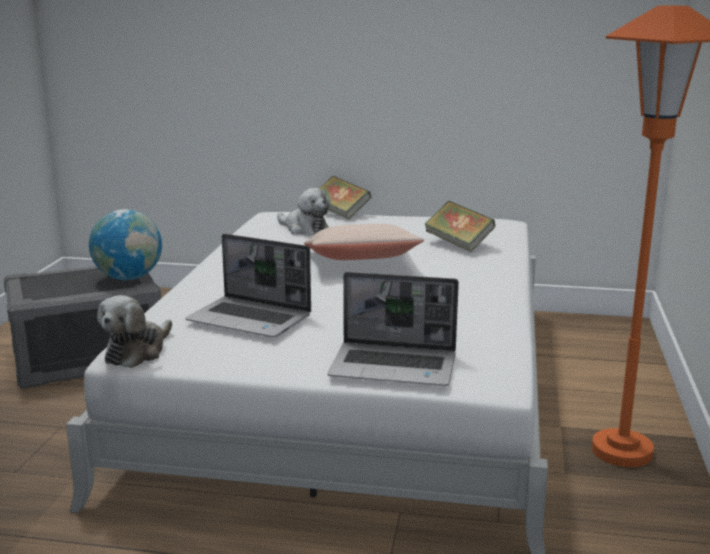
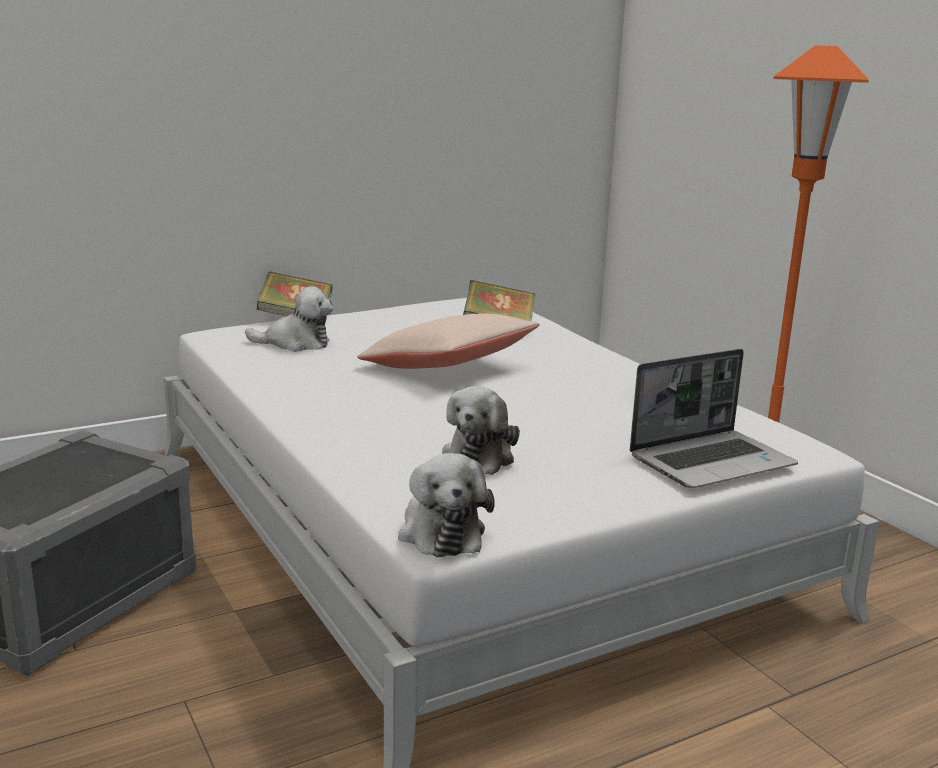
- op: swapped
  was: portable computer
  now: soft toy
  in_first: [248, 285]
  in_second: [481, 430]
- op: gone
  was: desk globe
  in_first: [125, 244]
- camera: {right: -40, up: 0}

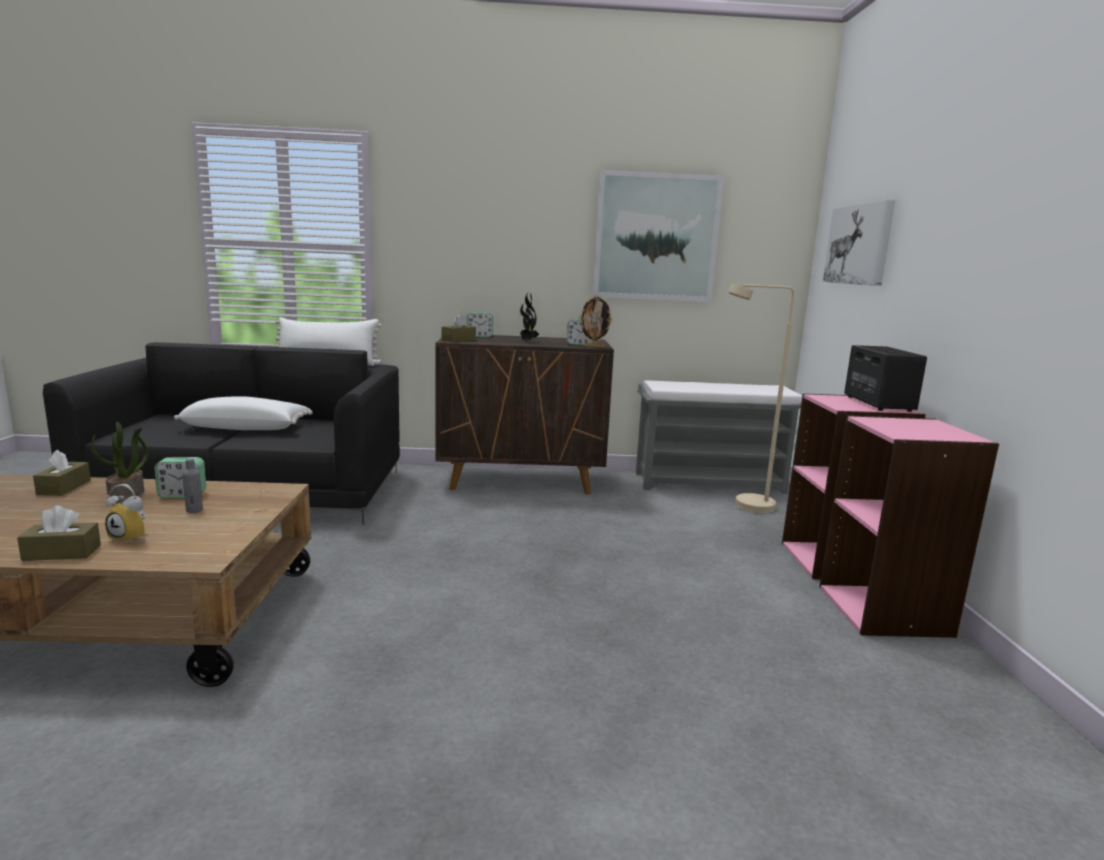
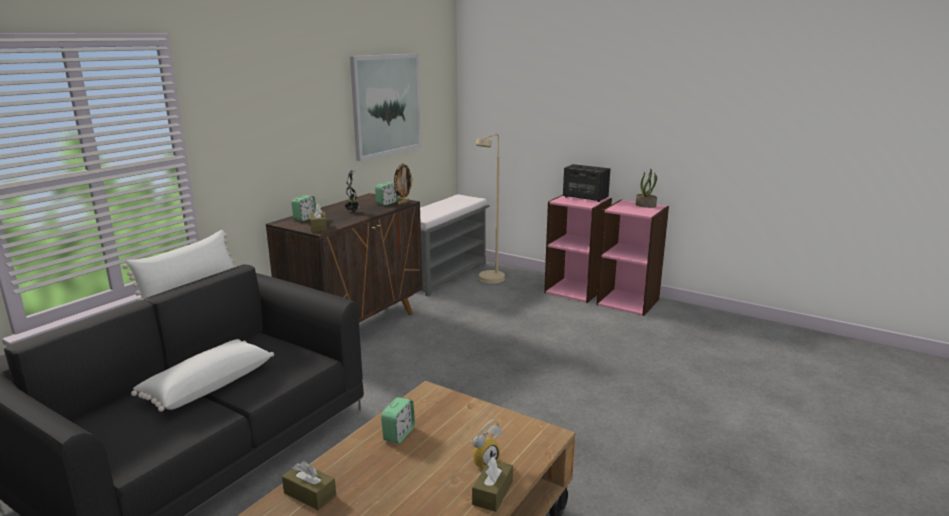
- op: shifted
  was: plant in a pot
  in_first: [119, 462]
  in_second: [646, 188]
- op: gone
  was: grey beverage bottle
  in_first: [192, 485]
- op: gone
  was: wall picture
  in_first: [859, 243]
- camera: {right: -55, up: 5}

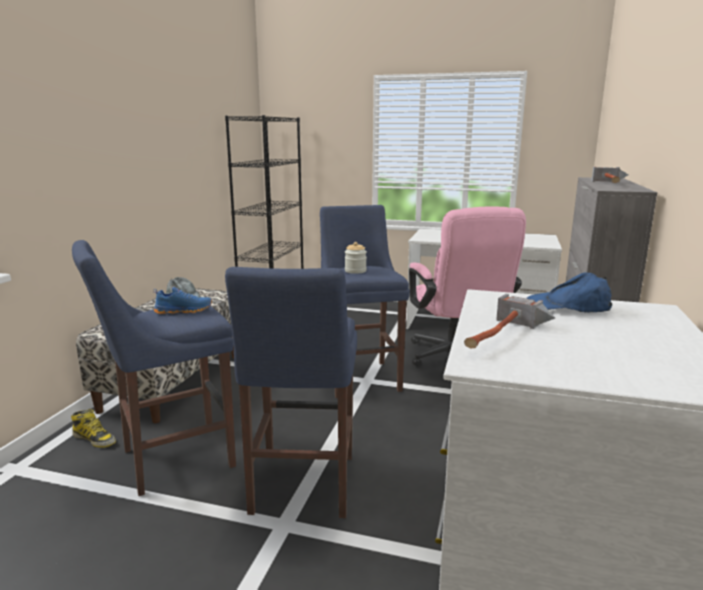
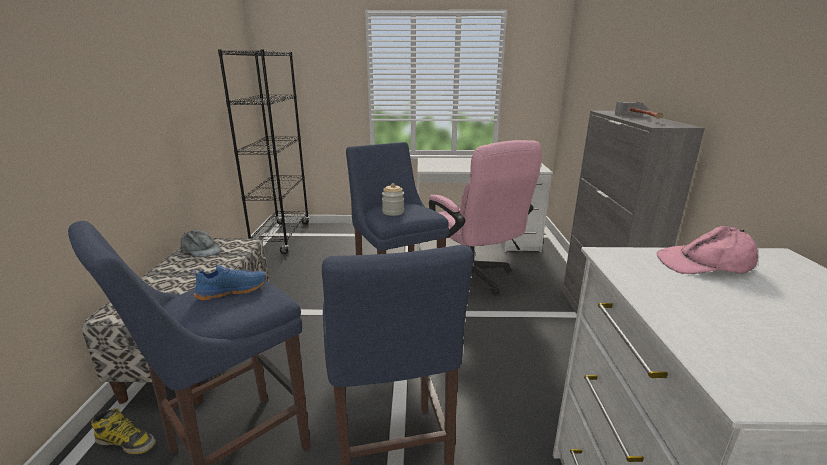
- op: repainted
  was: blue-coloured peaked cap
  now: pinkish peaked cap
  in_first: [569, 293]
  in_second: [707, 250]
- op: gone
  was: tool hammer
  in_first: [509, 321]
- camera: {right: -15, up: 5}

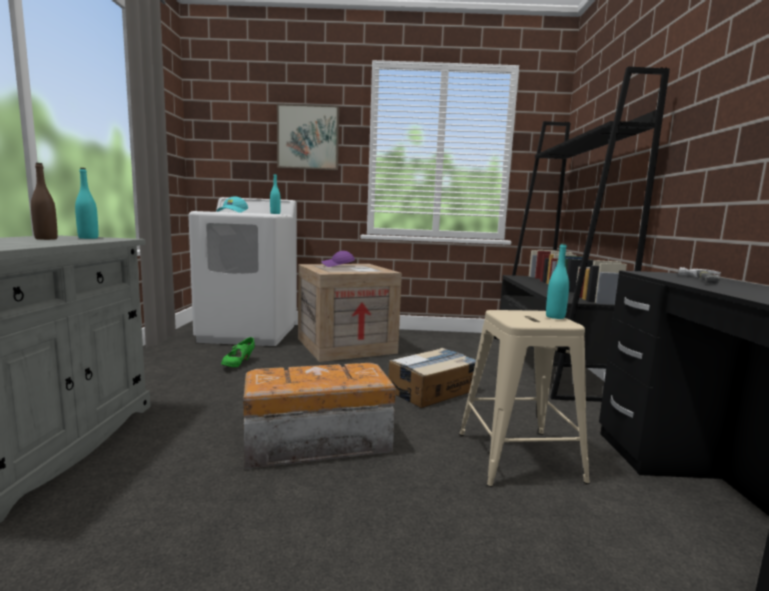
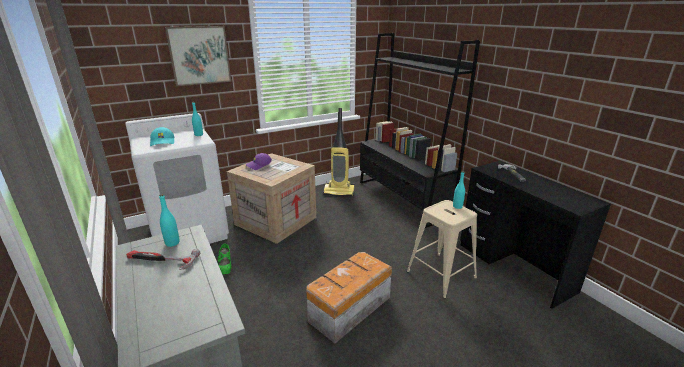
- op: swapped
  was: brown-coloured beverage bottle
  now: tool hammer
  in_first: [44, 201]
  in_second: [163, 259]
- op: new
  now: vacuum
  in_second: [338, 152]
- op: gone
  was: packing box
  in_first: [432, 378]
- camera: {right: -30, up: 15}

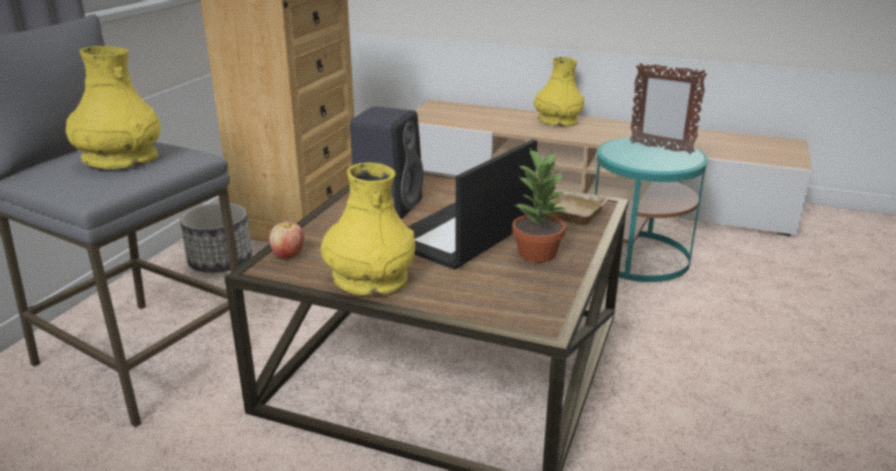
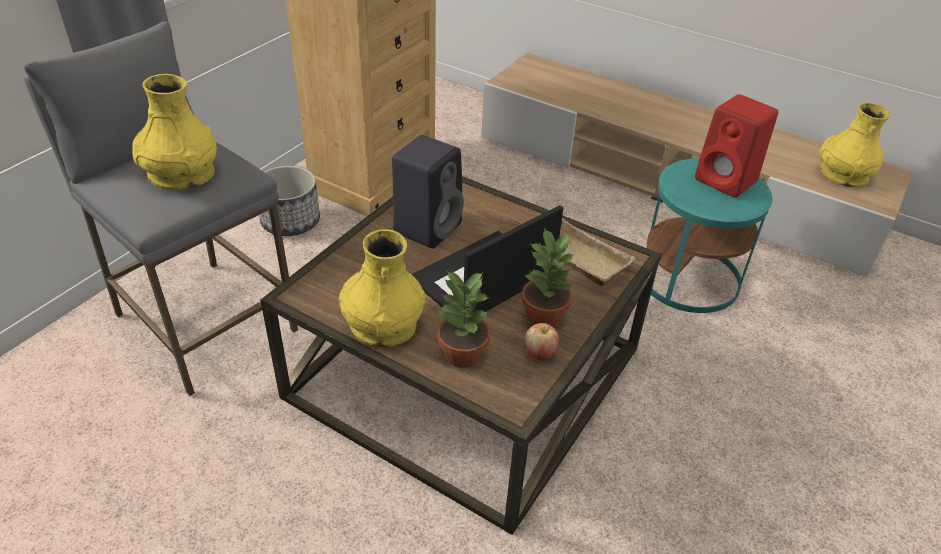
- op: new
  now: plant in a pot
  in_second: [463, 319]
- op: shifted
  was: apple fruit
  in_first: [286, 239]
  in_second: [542, 341]
- op: swapped
  was: picture frame
  now: red loudspeaker
  in_first: [668, 108]
  in_second: [736, 146]
- op: shifted
  was: yellowish decorative vase
  in_first: [559, 91]
  in_second: [854, 144]
- camera: {right: 10, up: 15}

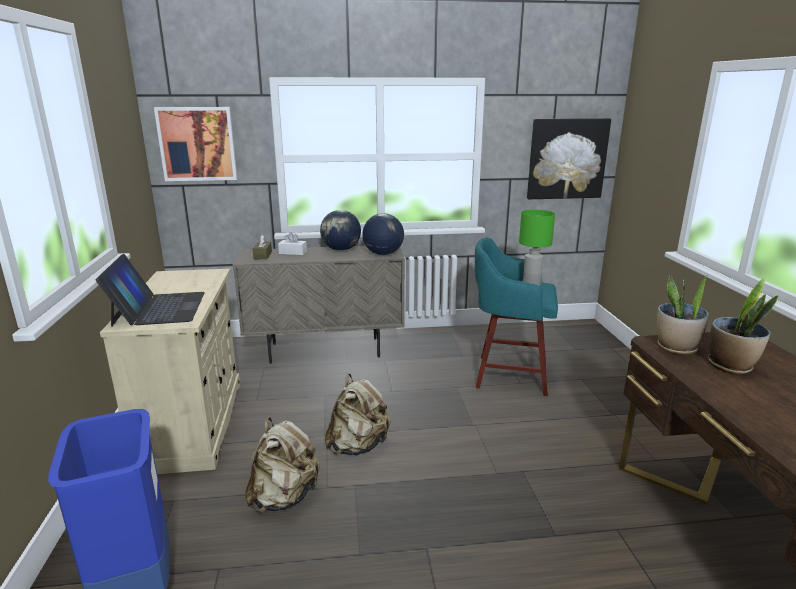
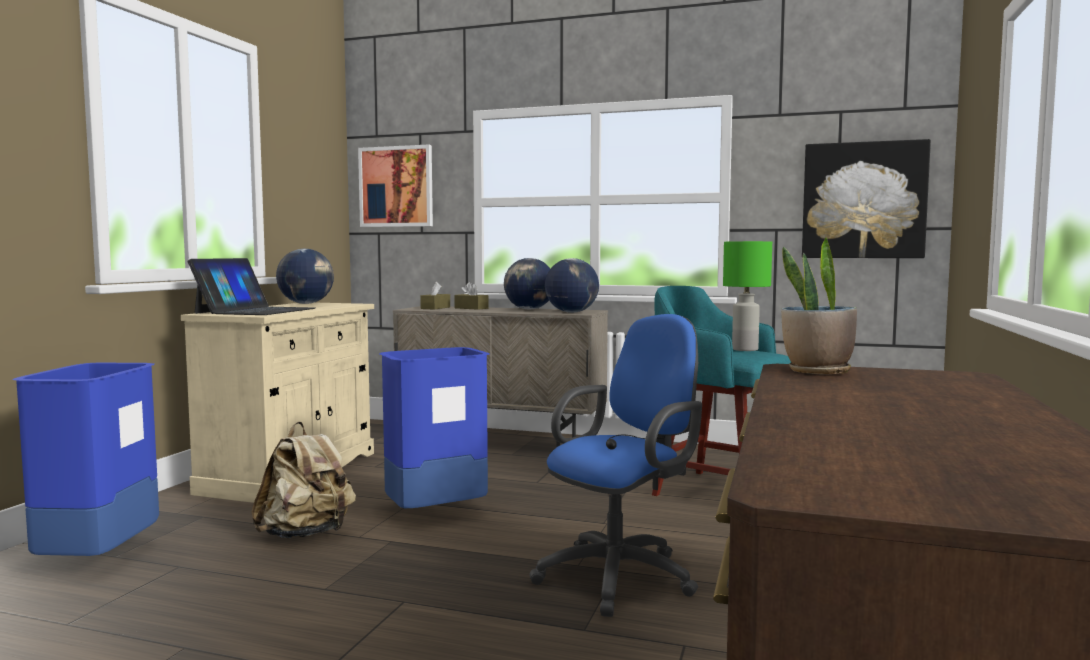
- op: new
  now: desk globe
  in_second: [305, 276]
- op: swapped
  was: beige rucksack
  now: blue-coloured trash can
  in_first: [357, 414]
  in_second: [434, 427]
- op: repainted
  was: white box of tissues
  now: brown-coloured box of tissues
  in_first: [292, 243]
  in_second: [471, 296]
- op: new
  now: blue-coloured computer chair
  in_second: [615, 465]
- op: gone
  was: plant in a pot
  in_first: [743, 326]
- camera: {right: 25, up: -15}

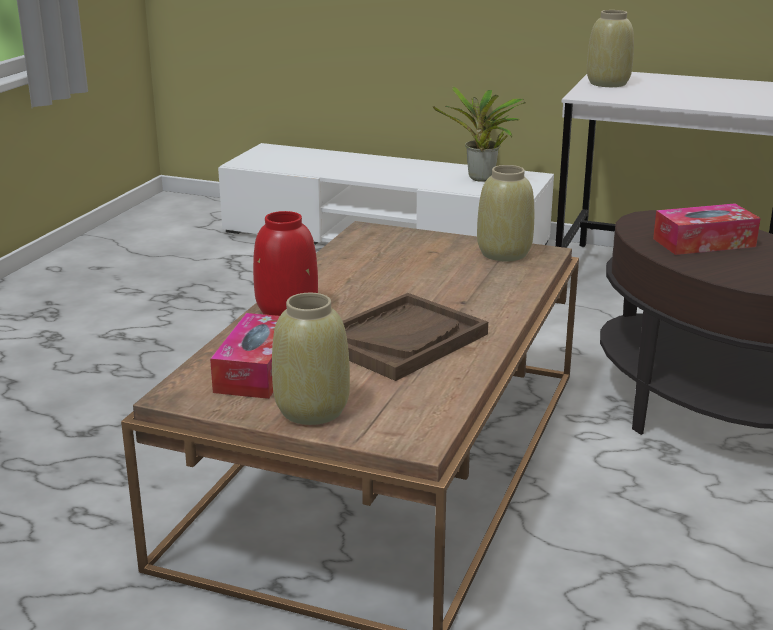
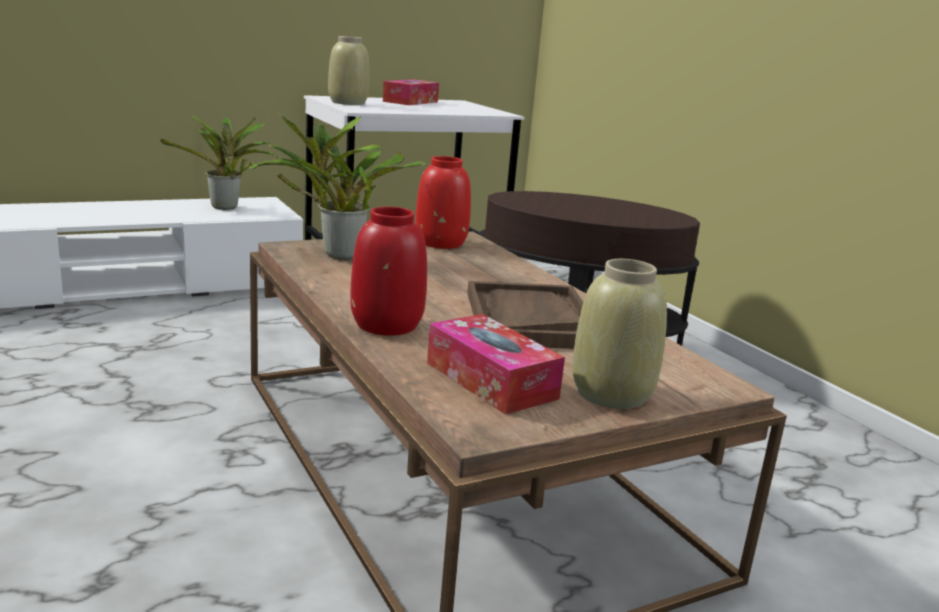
- op: new
  now: plant in a pot
  in_second: [336, 185]
- op: shifted
  was: box of tissues
  in_first: [706, 229]
  in_second: [411, 92]
- op: repainted
  was: beige decorative vase
  now: red decorative vase
  in_first: [505, 213]
  in_second: [443, 202]
- camera: {right: -50, up: -5}

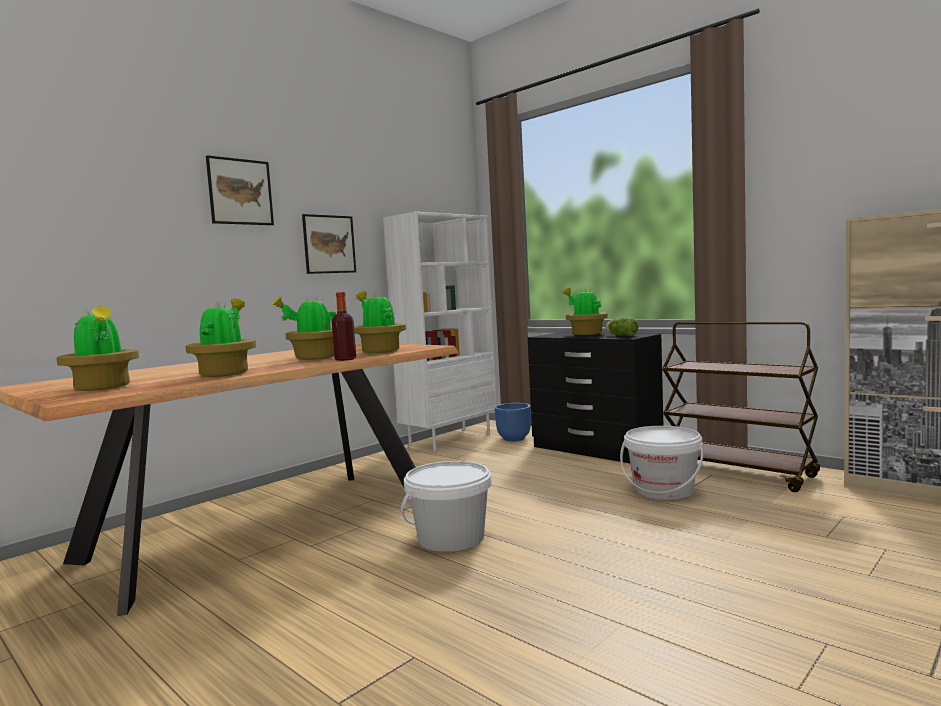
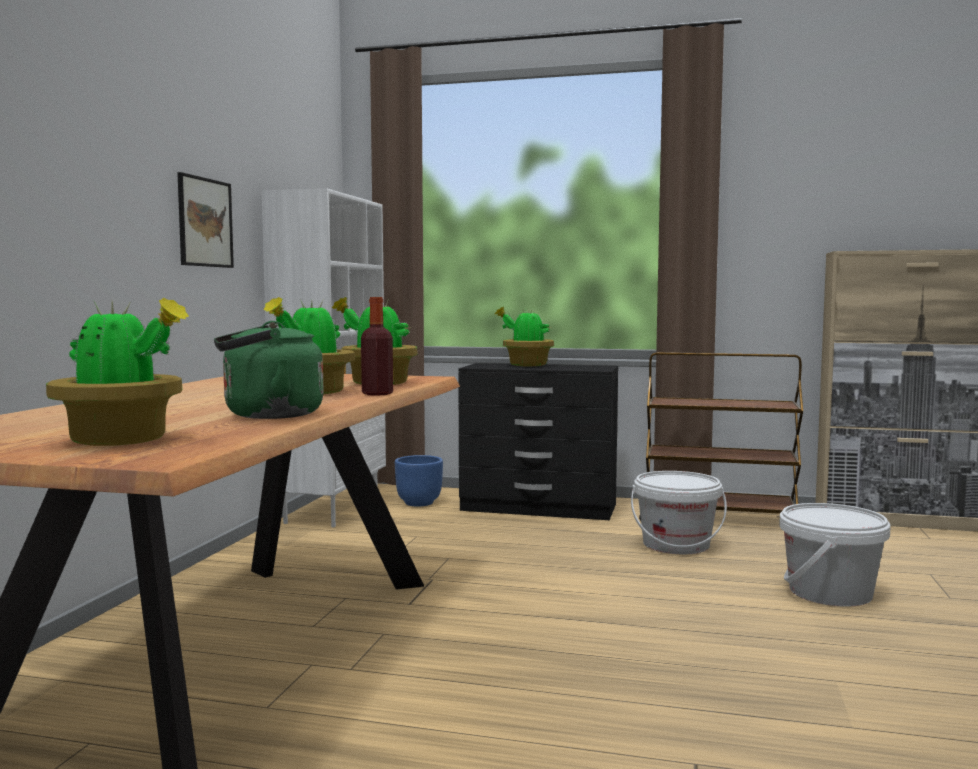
- op: swapped
  was: plant in a pot
  now: green kettle
  in_first: [221, 337]
  in_second: [269, 370]
- op: shifted
  was: white water bucket
  in_first: [446, 506]
  in_second: [835, 555]
- op: gone
  was: wall picture
  in_first: [240, 190]
- op: gone
  was: lettuce
  in_first: [622, 327]
- camera: {right: -30, up: 0}

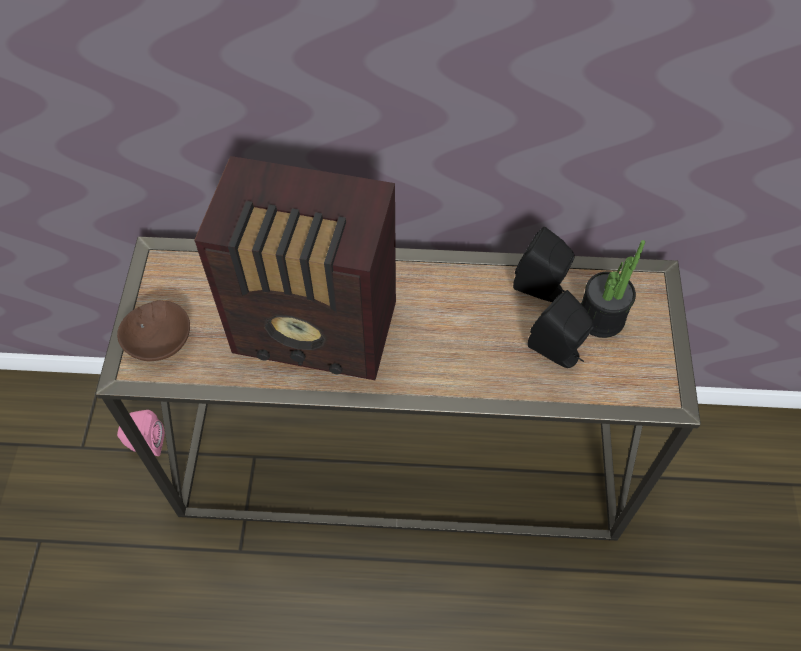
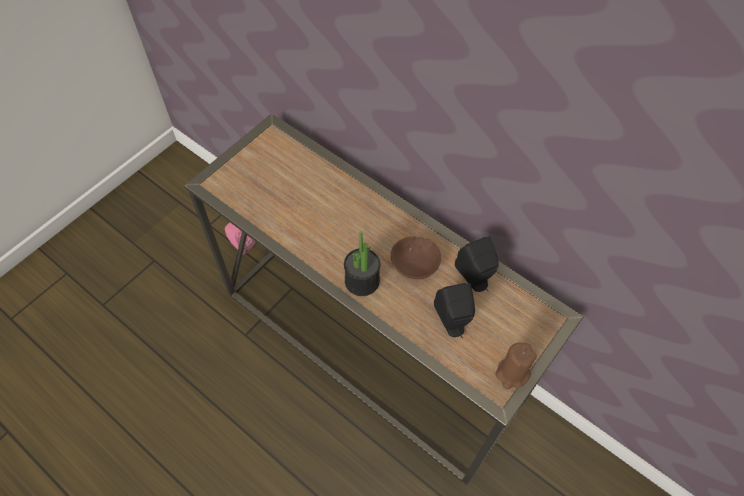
- op: shifted
  was: plant in a pot
  in_first: [613, 289]
  in_second: [362, 264]
- op: shifted
  was: brown-coloured serving bowl
  in_first: [153, 330]
  in_second: [416, 258]
- op: new
  now: brown-coloured wax candle
  in_second: [516, 365]
- op: gone
  was: radio receiver
  in_first: [295, 268]
- camera: {right: 35, up: 0}

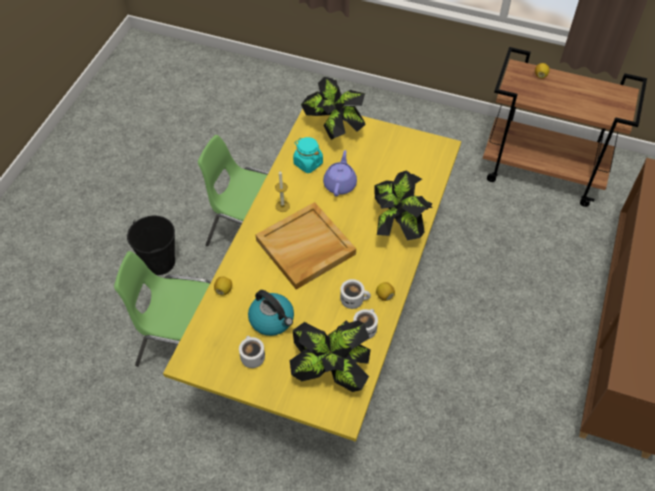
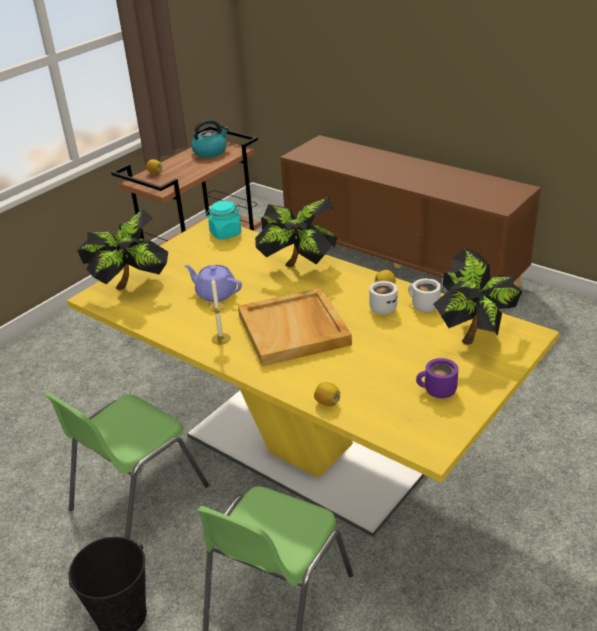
- op: shifted
  was: kettle
  in_first: [271, 313]
  in_second: [210, 138]
- op: shifted
  was: blue-green preserve jar
  in_first: [308, 155]
  in_second: [223, 220]
- op: repainted
  was: white tea mug
  now: purple-coloured tea mug
  in_first: [252, 352]
  in_second: [437, 378]
- camera: {right: -70, up: -20}

